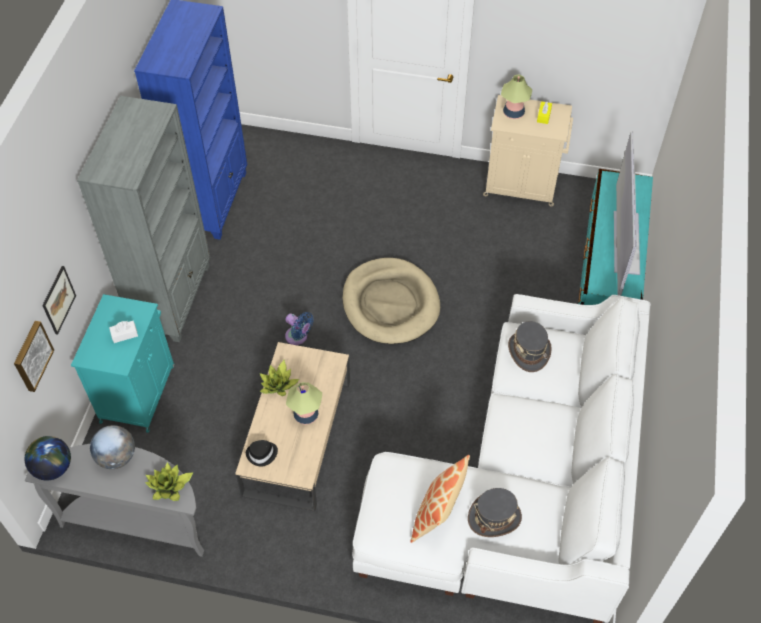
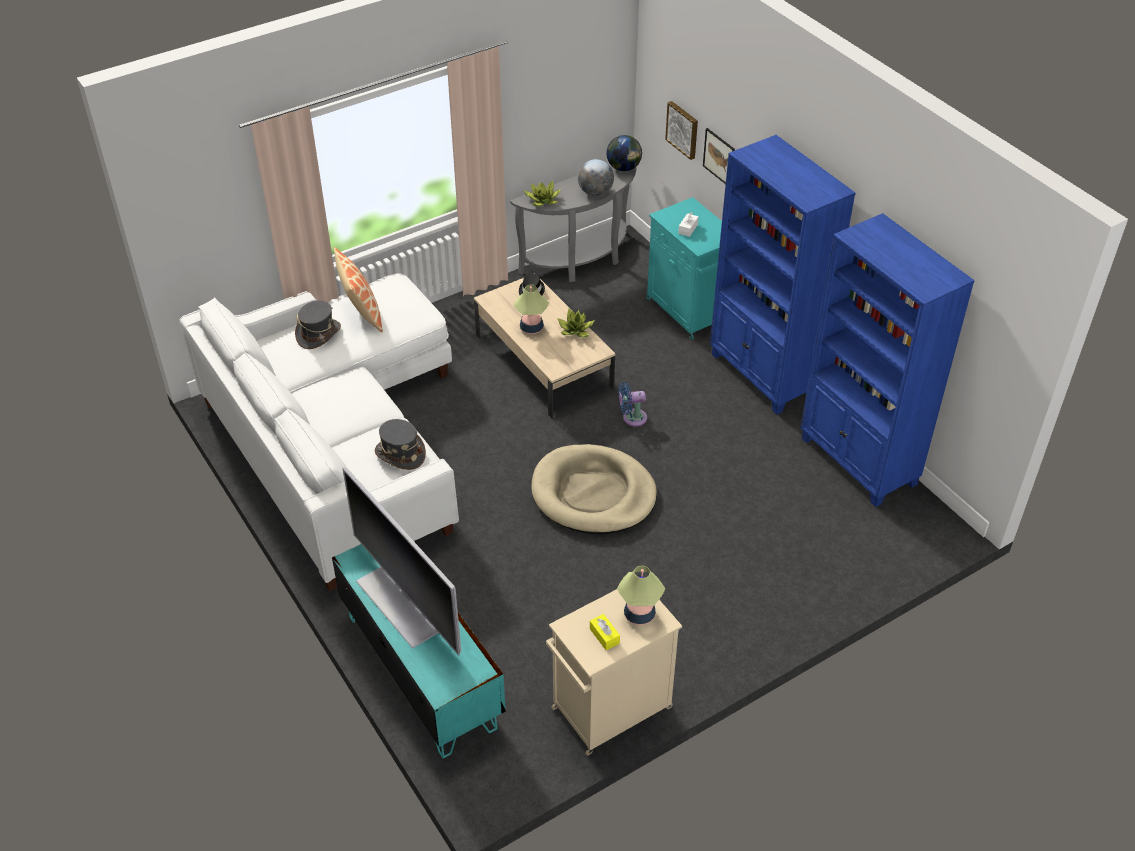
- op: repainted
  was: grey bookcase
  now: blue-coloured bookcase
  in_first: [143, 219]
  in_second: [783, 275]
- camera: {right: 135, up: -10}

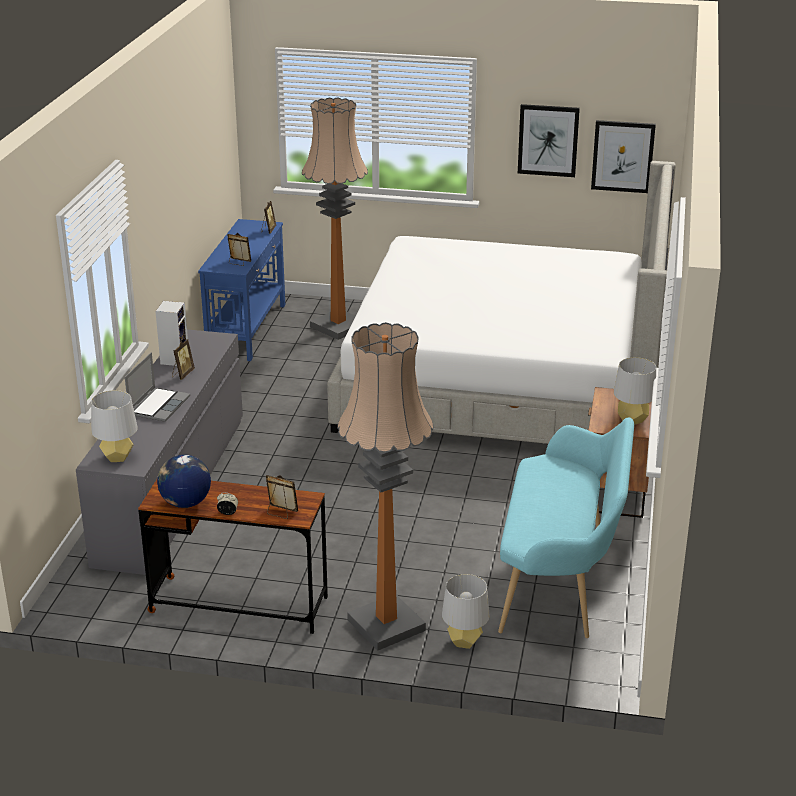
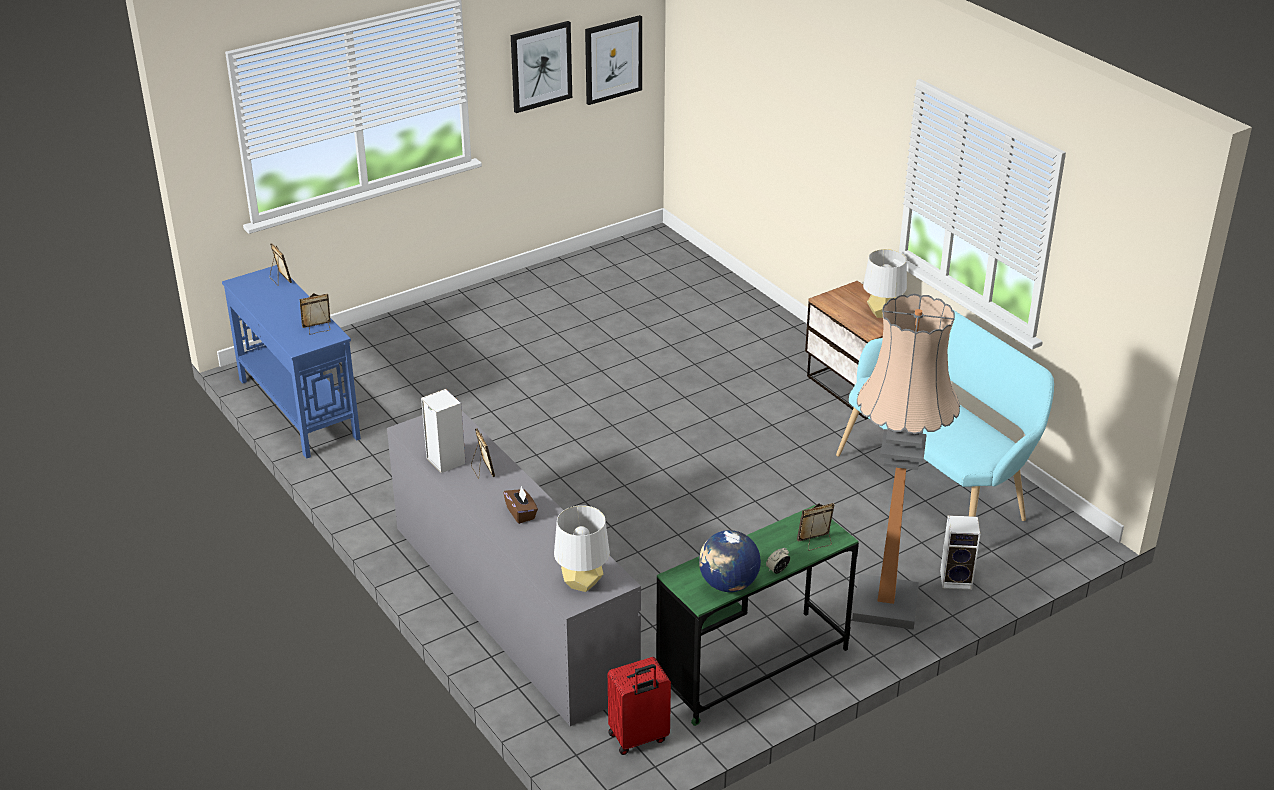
- op: swapped
  was: portable computer
  now: brown-coloured box of tissues
  in_first: [157, 387]
  in_second: [520, 505]
- op: new
  now: red suitcase
  in_second: [639, 706]
- op: repainted
  was: brown-coloured desk
  now: green desk
  in_first: [233, 557]
  in_second: [757, 615]
- op: swapped
  was: grey tabletop lamp
  now: loudspeaker
  in_first: [466, 611]
  in_second: [960, 552]
- op: gone
  was: standard lamp
  in_first: [335, 218]
- op: gone
  was: bed
  in_first: [501, 302]
- camera: {right: -45, up: 5}

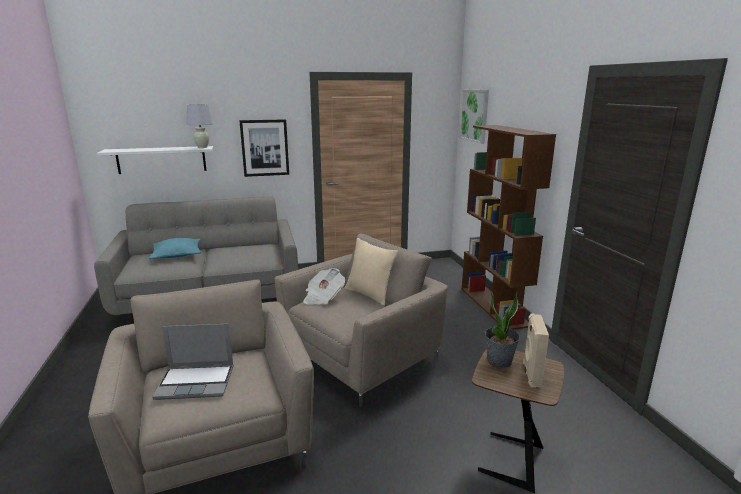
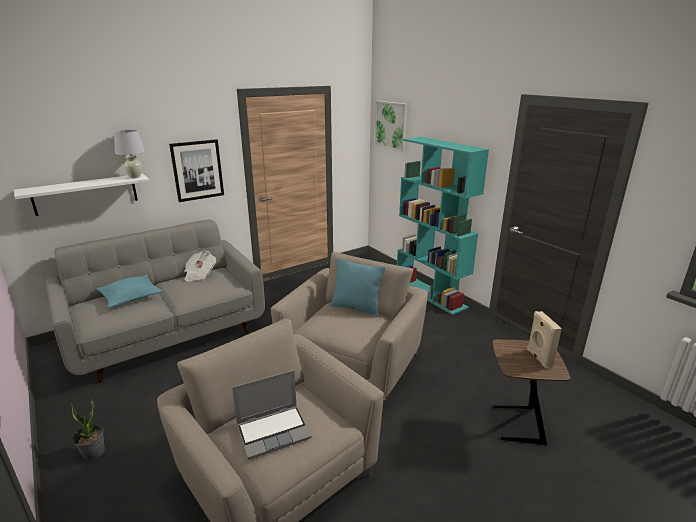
- op: shifted
  was: plant in a pot
  in_first: [502, 330]
  in_second: [88, 430]
- op: shifted
  was: daily paper
  in_first: [324, 286]
  in_second: [200, 266]
- op: repainted
  was: beige throw pillow
  now: blue-green throw pillow
  in_first: [371, 272]
  in_second: [357, 287]
- op: repainted
  was: brown-coloured bookcase
  now: blue-green bookcase
  in_first: [509, 227]
  in_second: [443, 226]
- camera: {right: -20, up: 5}

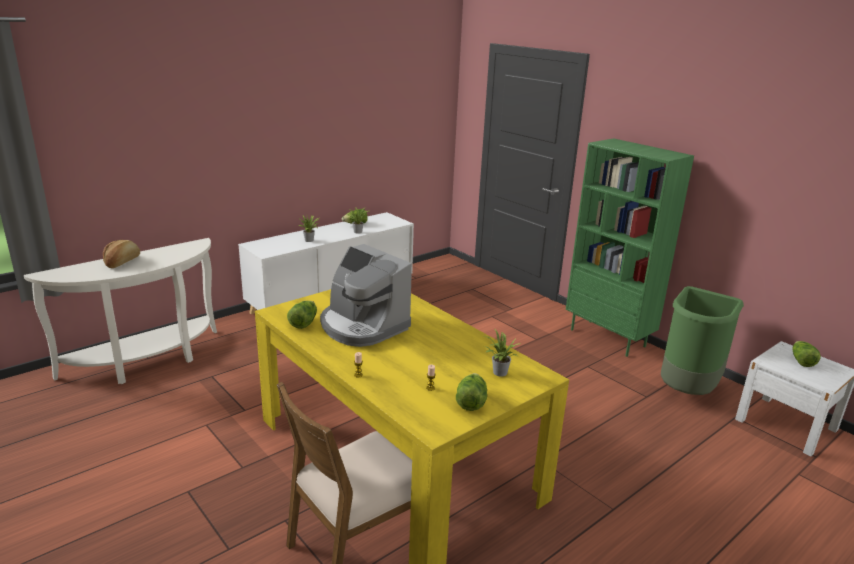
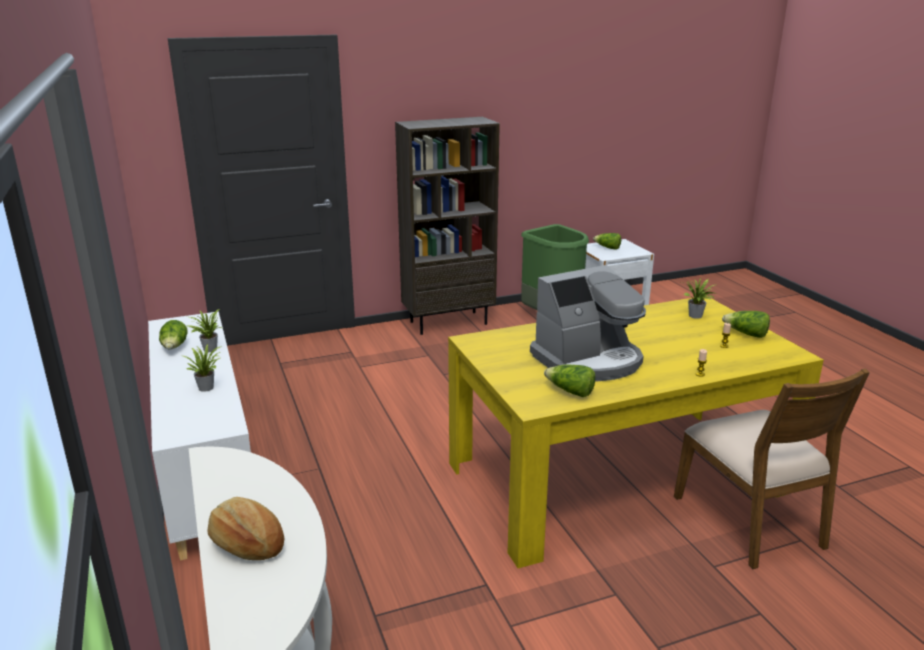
- op: repainted
  was: green bookcase
  now: brown-coloured bookcase
  in_first: [630, 247]
  in_second: [447, 226]
- camera: {right: -70, up: 0}

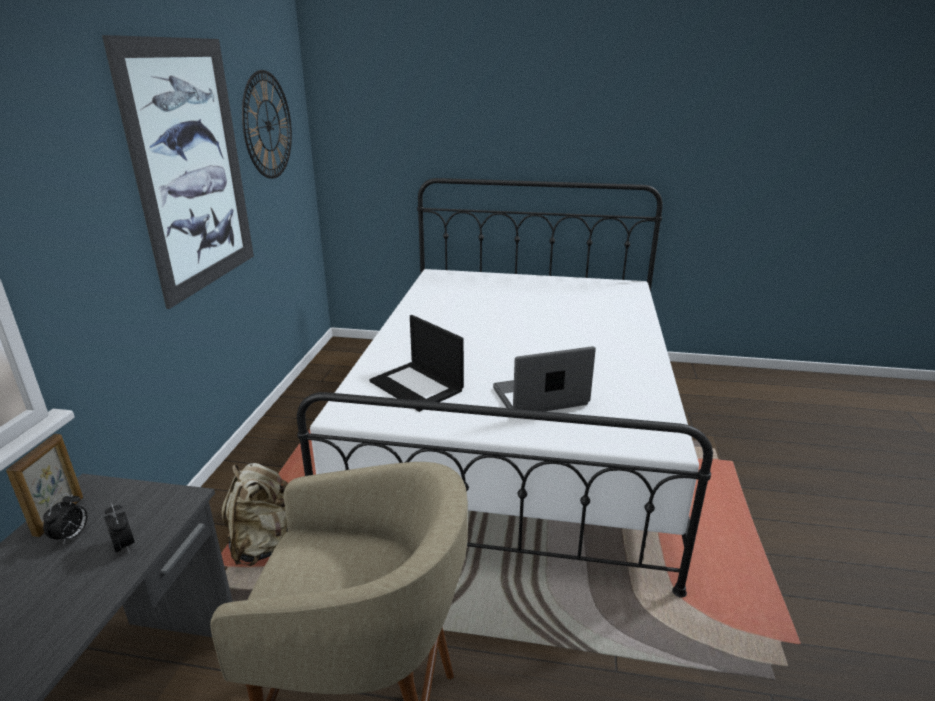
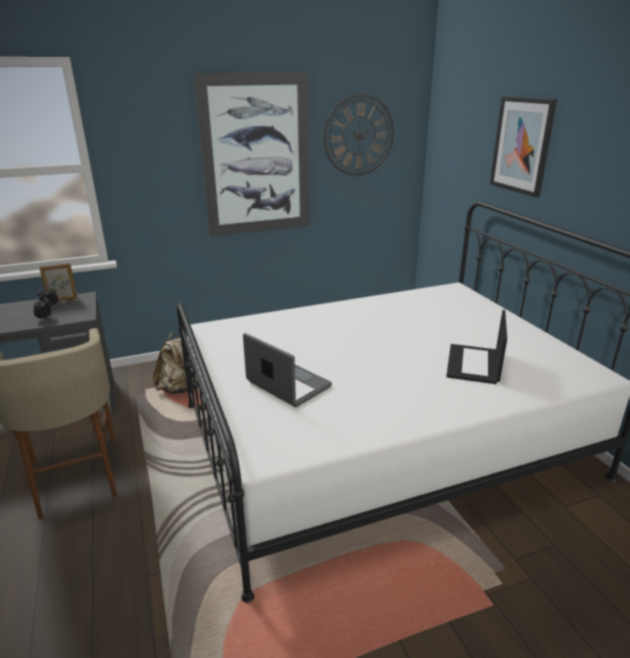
- op: shifted
  was: portable computer
  in_first: [416, 363]
  in_second: [476, 347]
- op: new
  now: wall picture
  in_second: [523, 147]
- camera: {right: 60, up: 0}

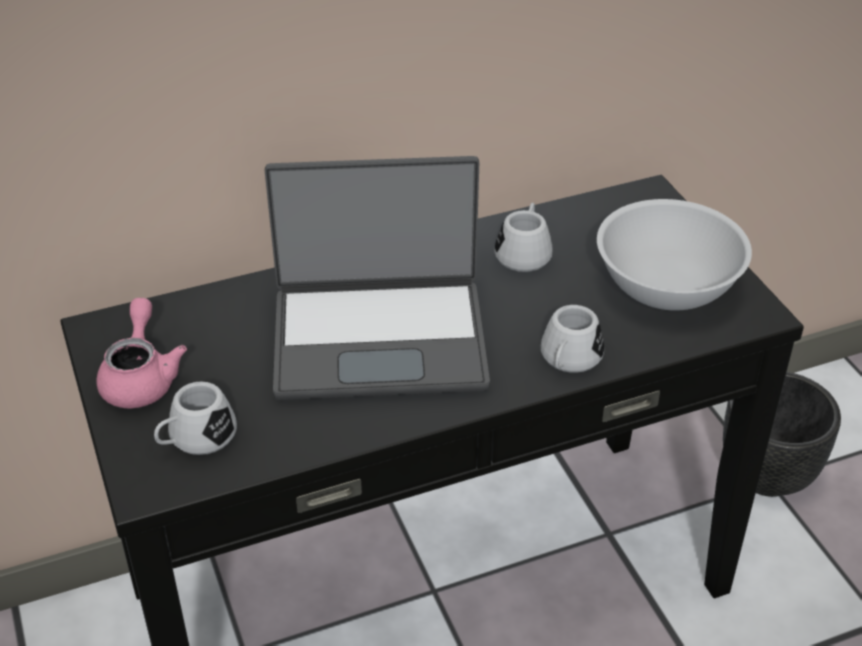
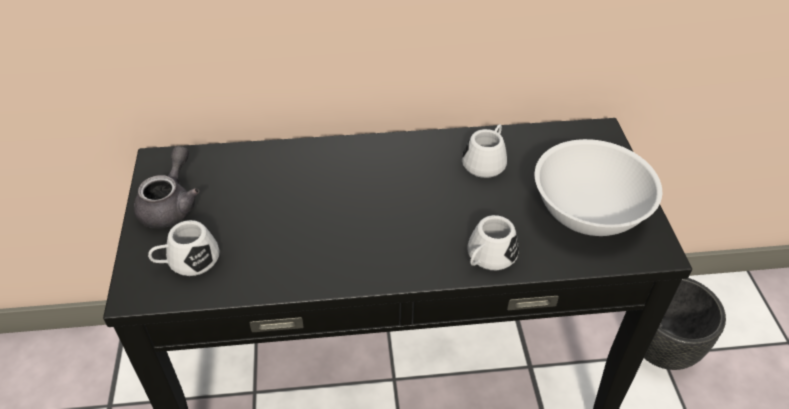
- op: repainted
  was: pinkish pot for tea
  now: grey pot for tea
  in_first: [141, 353]
  in_second: [167, 187]
- op: gone
  was: portable computer
  in_first: [377, 278]
- camera: {right: 15, up: 5}

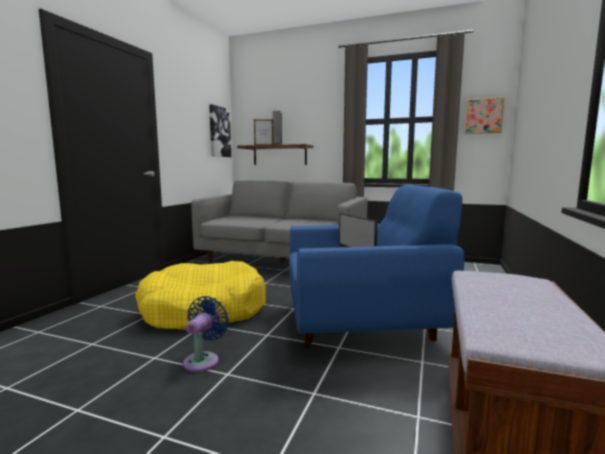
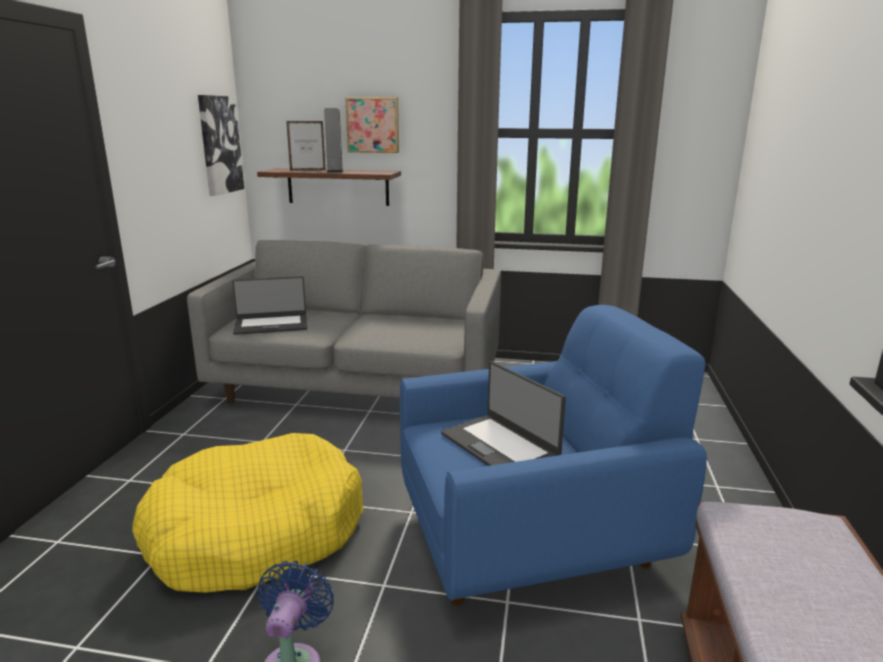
- op: new
  now: portable computer
  in_second: [269, 305]
- op: shifted
  was: wall picture
  in_first: [484, 115]
  in_second: [372, 125]
- camera: {right: -10, up: 10}

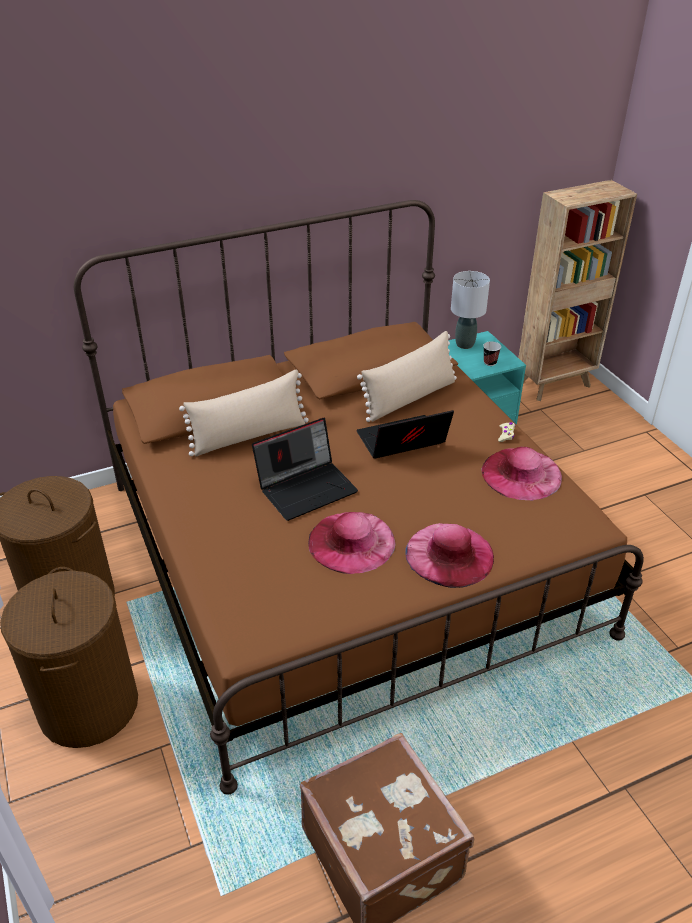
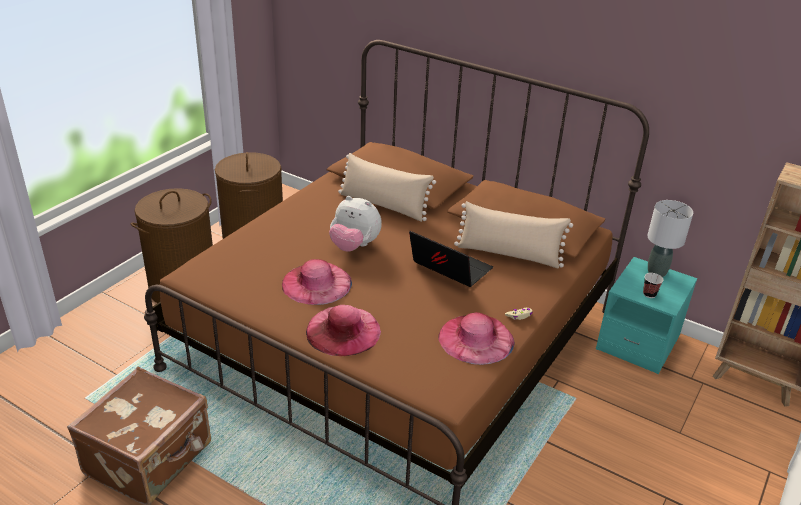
- op: swapped
  was: portable computer
  now: soft toy
  in_first: [305, 469]
  in_second: [355, 224]
- camera: {right: 55, up: -5}

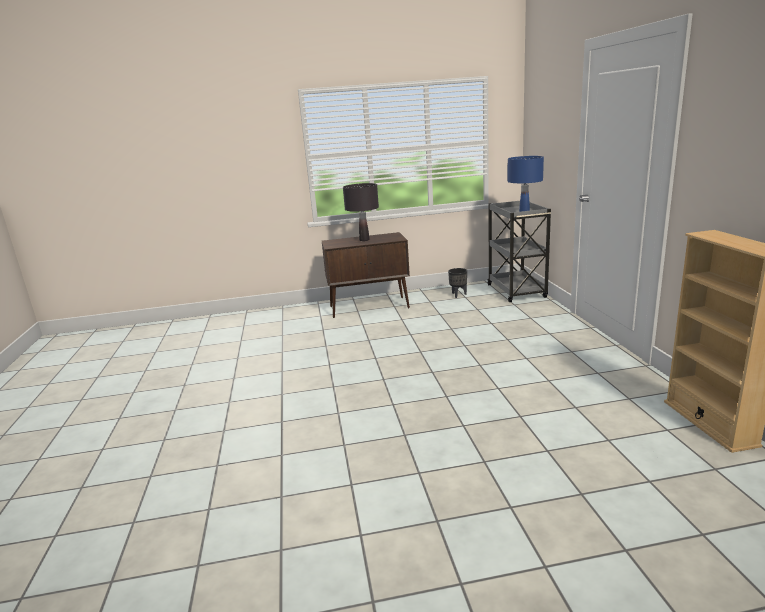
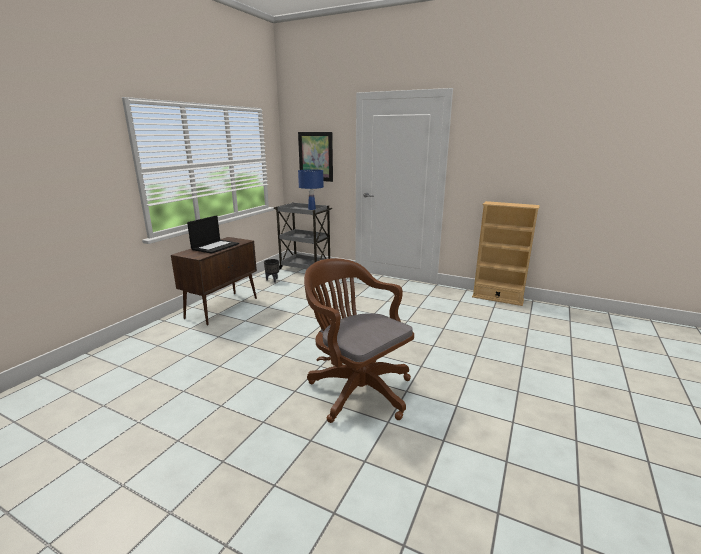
- op: swapped
  was: black tabletop lamp
  now: portable computer
  in_first: [361, 212]
  in_second: [213, 234]
- op: new
  now: wall picture
  in_second: [315, 157]
- op: new
  now: brown-coloured computer chair
  in_second: [359, 340]
- camera: {right: -55, up: 0}

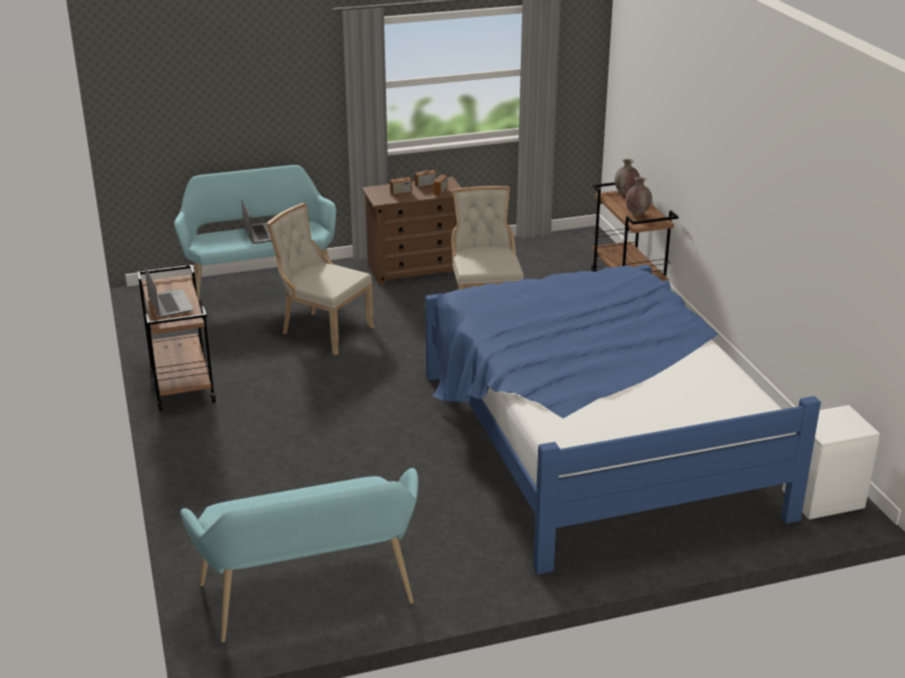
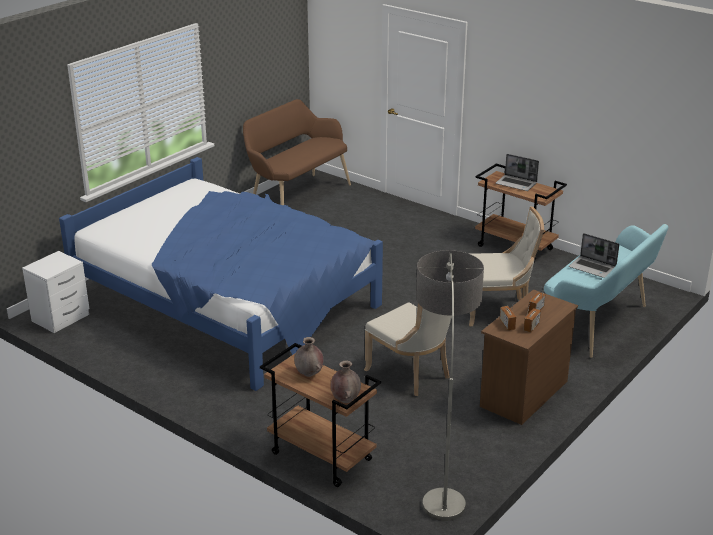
- op: repainted
  was: blue-green bench
  now: brown-coloured bench
  in_first: [299, 555]
  in_second: [297, 152]
- op: new
  now: standard lamp
  in_second: [450, 385]
- camera: {right: 145, up: 0}

